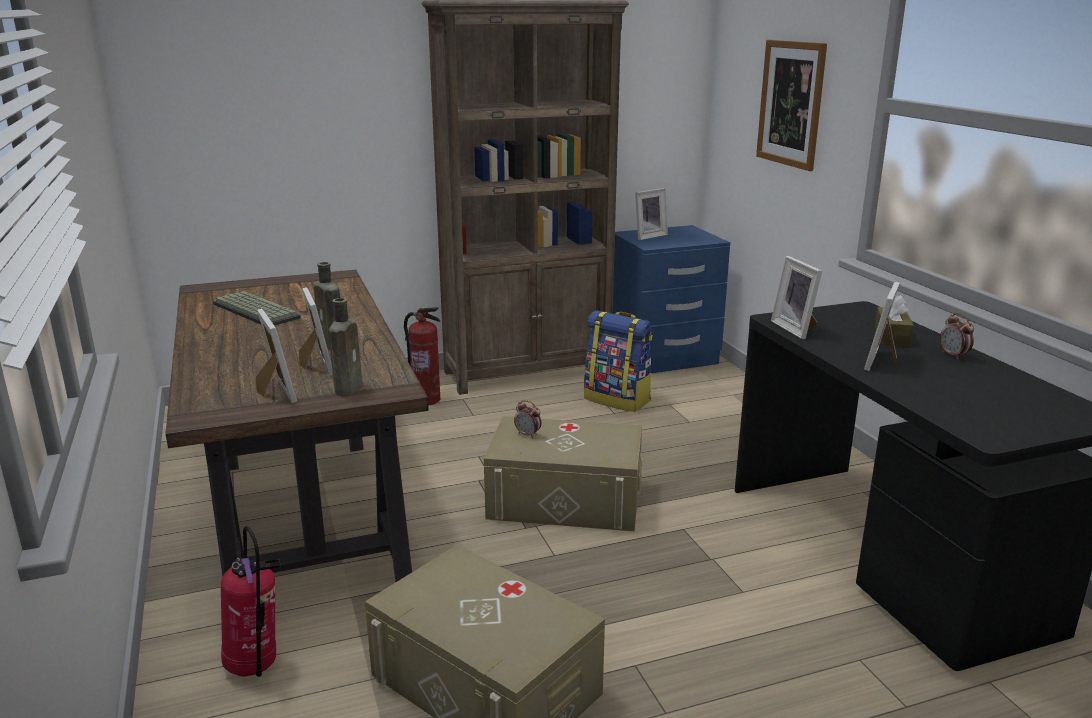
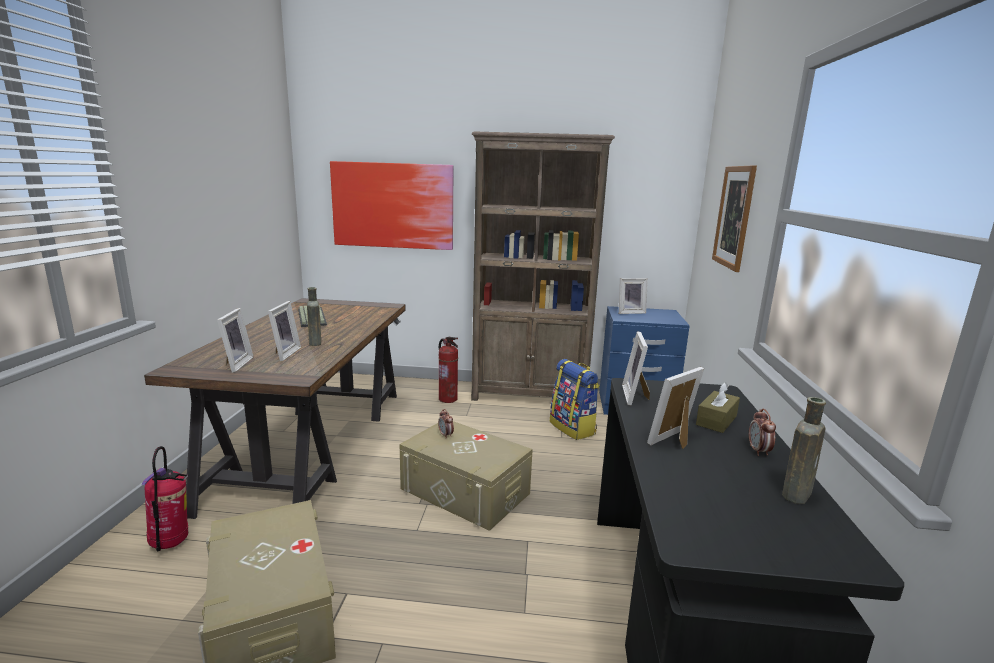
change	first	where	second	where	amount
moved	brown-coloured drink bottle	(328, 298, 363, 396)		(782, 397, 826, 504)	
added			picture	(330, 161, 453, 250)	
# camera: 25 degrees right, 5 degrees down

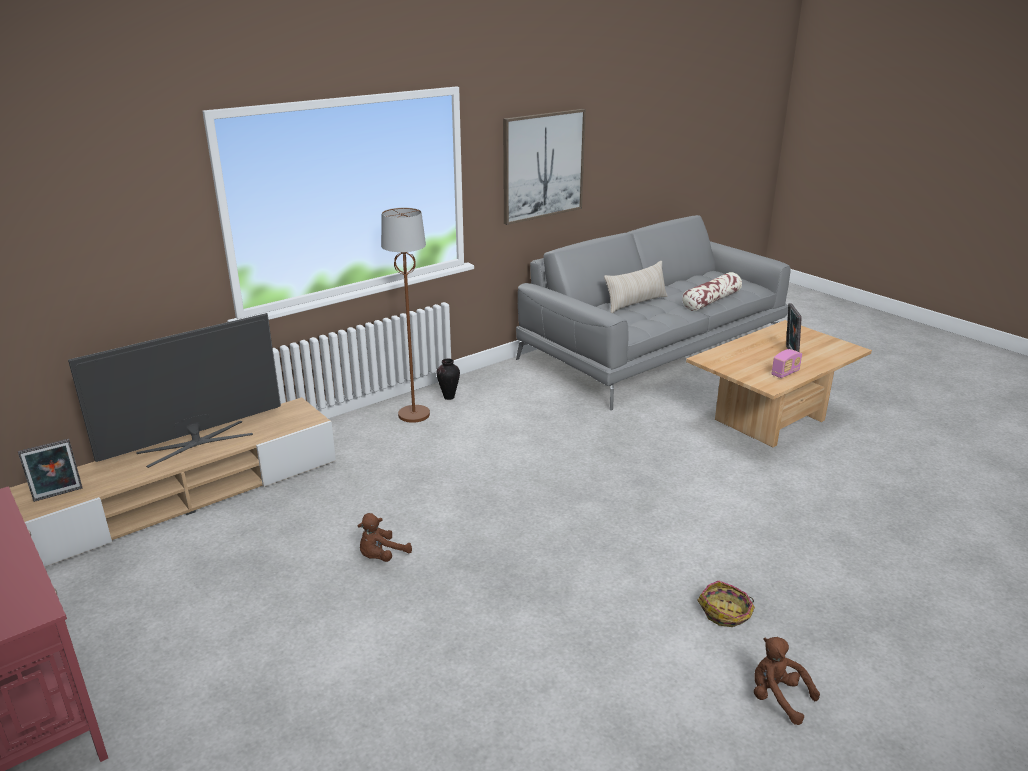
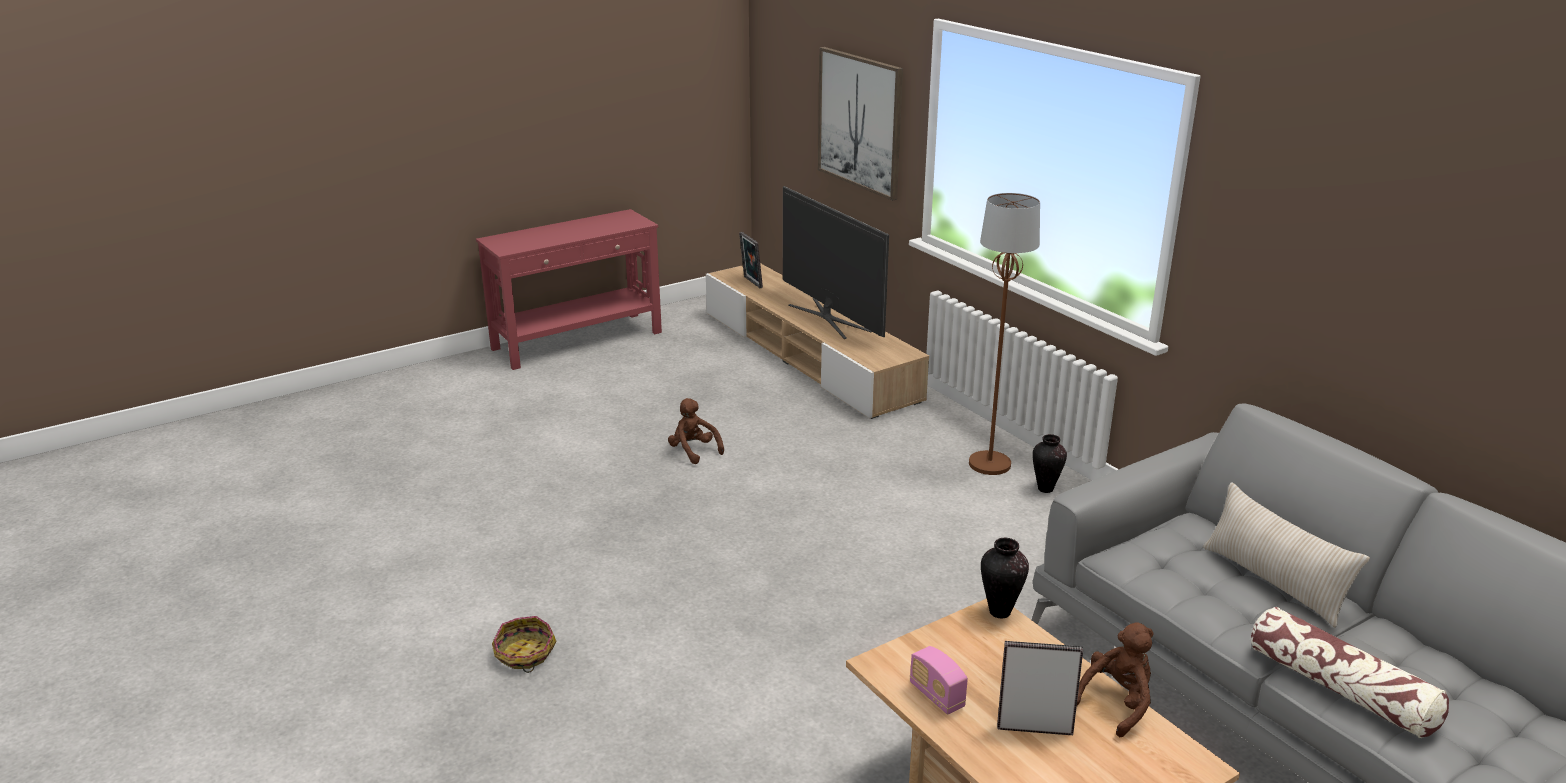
change	first	where	second	where	amount
moved	picture	(503, 109, 586, 225)		(818, 47, 903, 201)	
moved	brown-coloured soft toy	(754, 637, 820, 725)		(1077, 622, 1154, 737)	
added			vase	(981, 538, 1029, 618)	
# camera: 95 degrees right, 0 degrees up

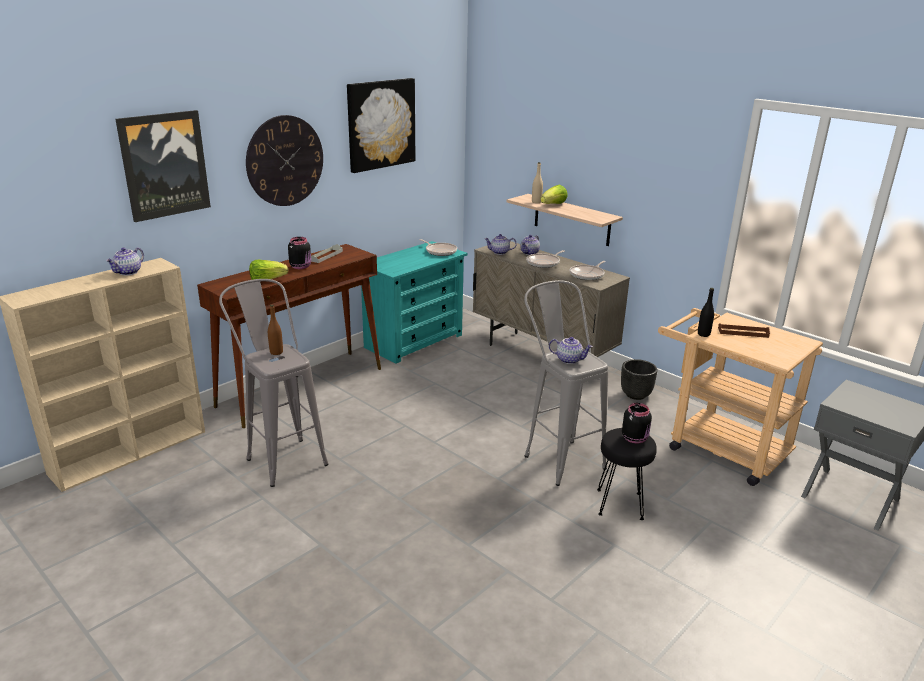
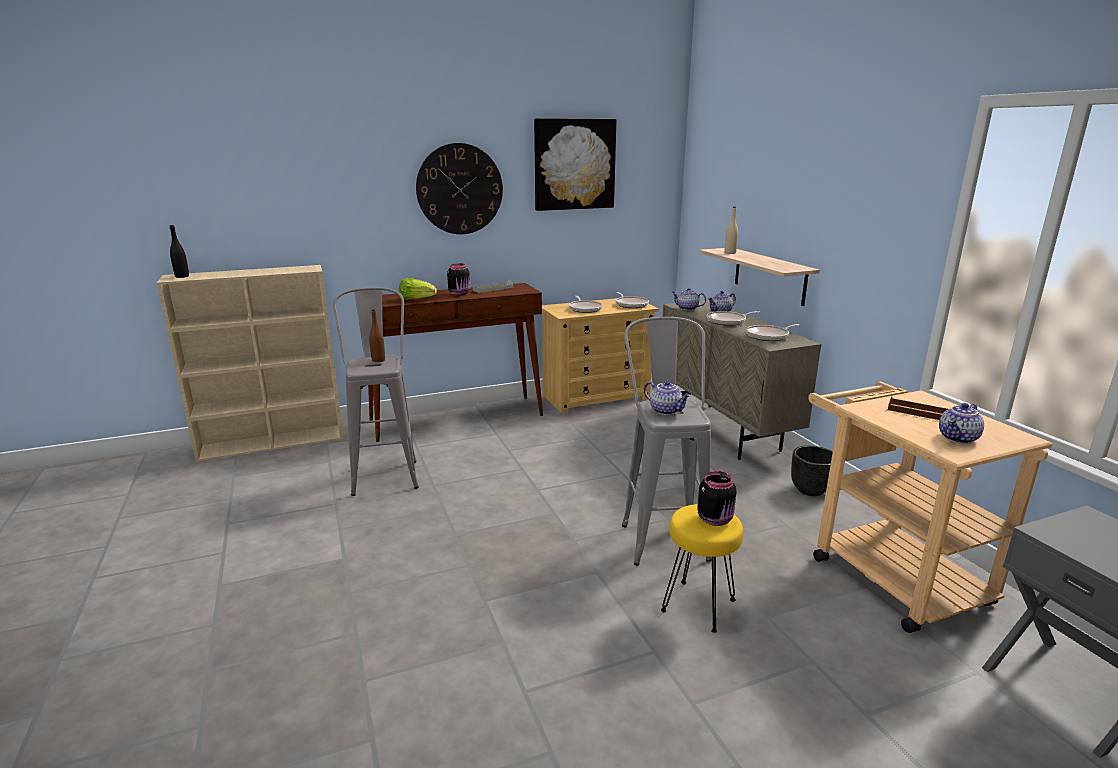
change	first	where	second	where	amount
moved	teapot	(106, 247, 144, 276)		(939, 403, 984, 444)	
removed	picture	(115, 110, 211, 222)			
recoloured	turquoise-coloured chest of drawers	(361, 241, 467, 364)	beige chest of drawers	(542, 298, 659, 413)	
removed	lettuce	(540, 185, 568, 204)			
recoloured	black stool seat	(597, 428, 657, 520)	yellowish stool seat	(661, 504, 743, 633)	
moved	black drink bottle	(698, 288, 714, 337)		(170, 225, 189, 278)	
added			skillet	(568, 296, 603, 313)	
# camera: 25 degrees right, 5 degrees down

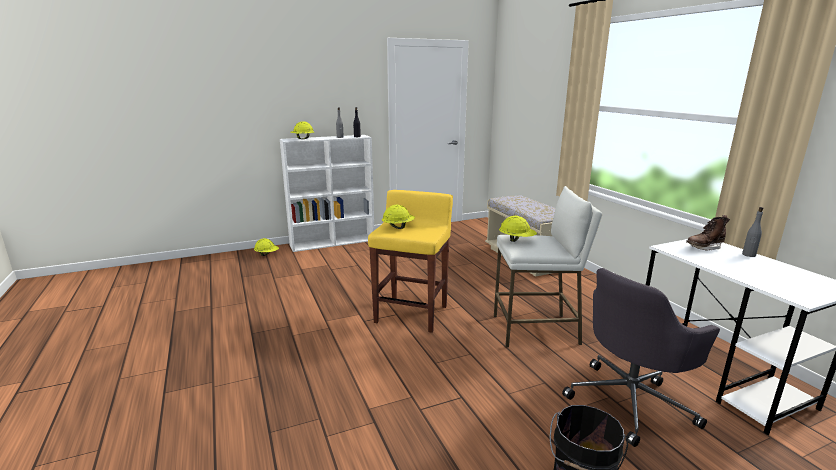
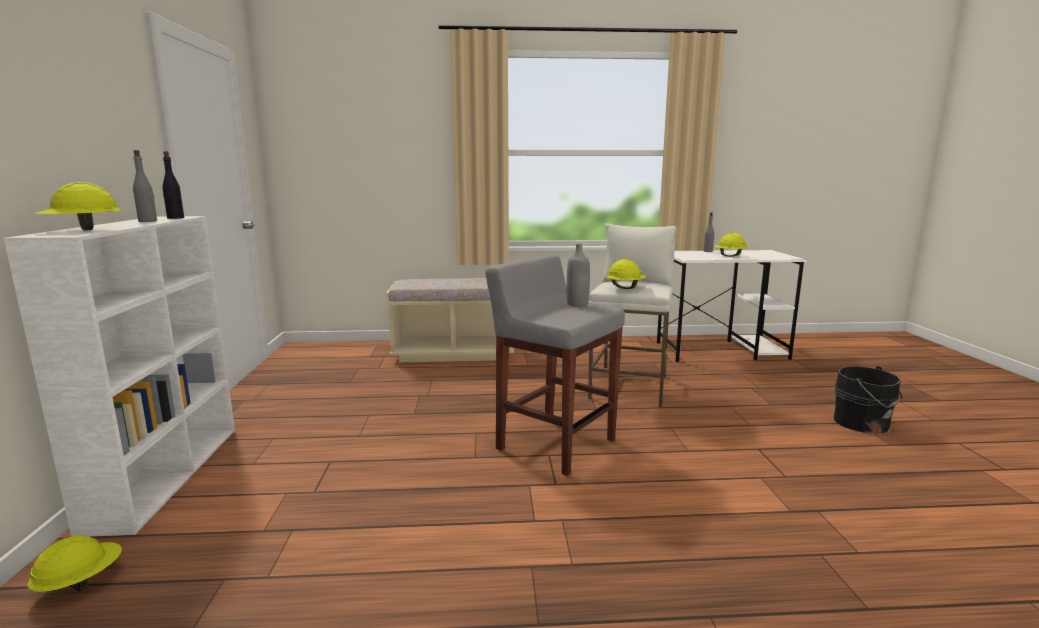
change	first	where	second	where	amount
recoloured	yellowish stool seat	(368, 190, 453, 333)	greyish stool seat	(485, 255, 625, 476)	
moved	yellowish hard hat	(382, 204, 415, 229)		(714, 233, 747, 257)	
removed	greyish computer chair	(562, 268, 720, 447)			
removed	brown-coloured boot	(686, 215, 730, 251)			
added			greyish drink bottle	(567, 244, 590, 307)	
# camera: 70 degrees left, 5 degrees down

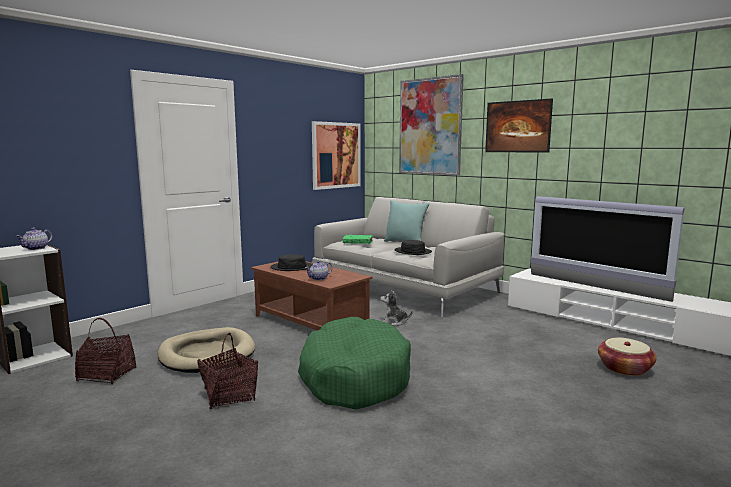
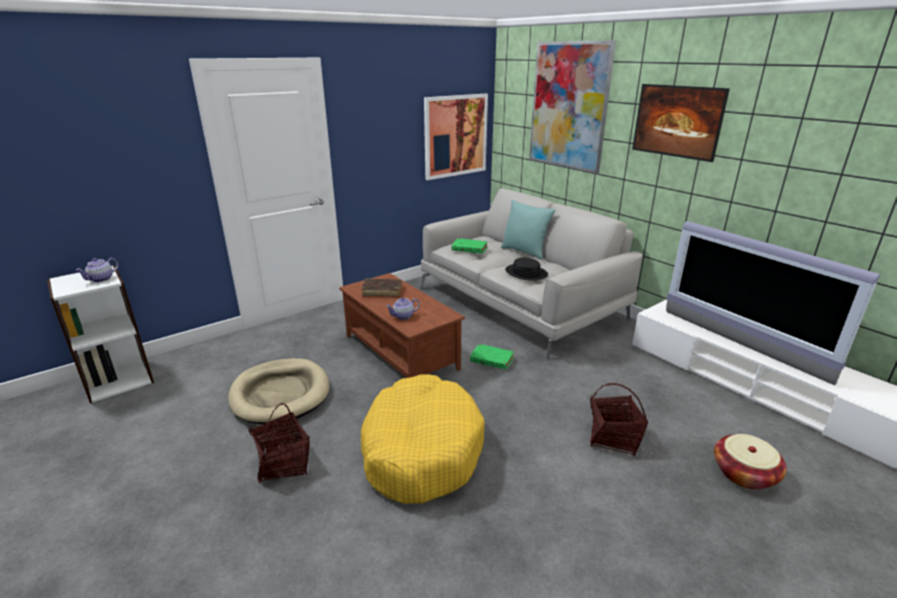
change	first	where	second	where	amount
moved	household basket	(75, 318, 136, 384)		(590, 383, 648, 456)	
replaced	black wearable hat	(270, 254, 313, 271)	brown-coloured book	(361, 279, 402, 297)	
recoloured	green dog cushion	(298, 317, 411, 409)	yellowish dog cushion	(361, 374, 485, 504)	
replaced	soft toy	(380, 290, 412, 326)	green book	(470, 344, 514, 369)	
# camera: 10 degrees right, 15 degrees up

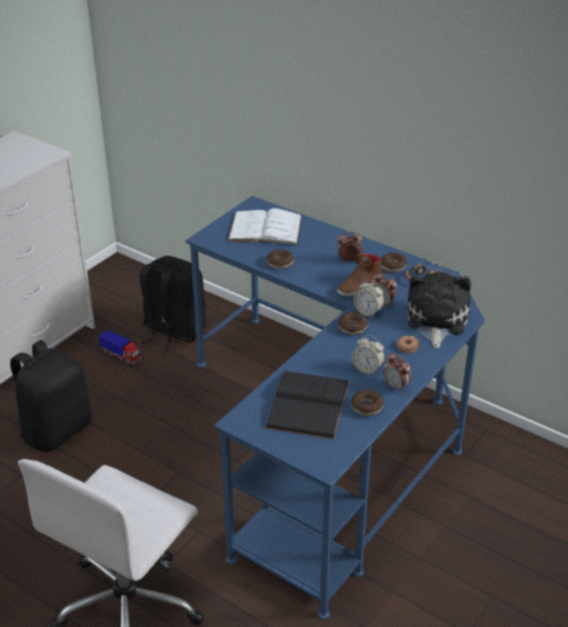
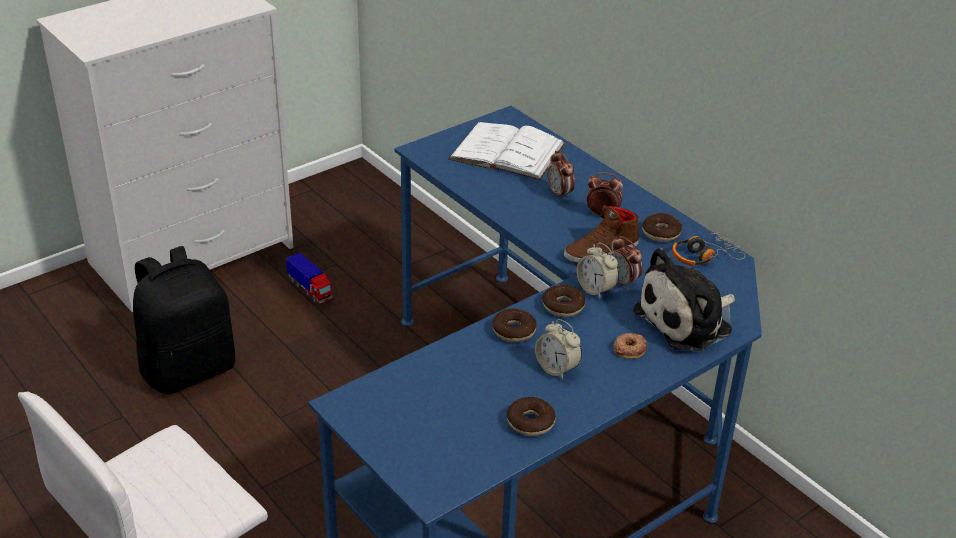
change	first	where	second	where	amount
removed	black backpack	(140, 256, 206, 353)			
removed	black book	(265, 371, 350, 439)			
moved	ring doughnut	(267, 249, 294, 269)		(492, 308, 536, 342)	
moved	table clock	(383, 353, 411, 392)		(547, 150, 575, 200)	
turned	soft toy	(407, 272, 471, 349)		(633, 248, 735, 352)	150 degrees counterclockwise
# camera: 15 degrees right, 0 degrees up

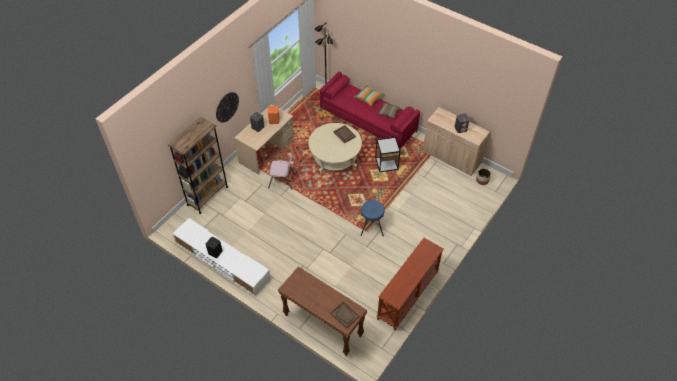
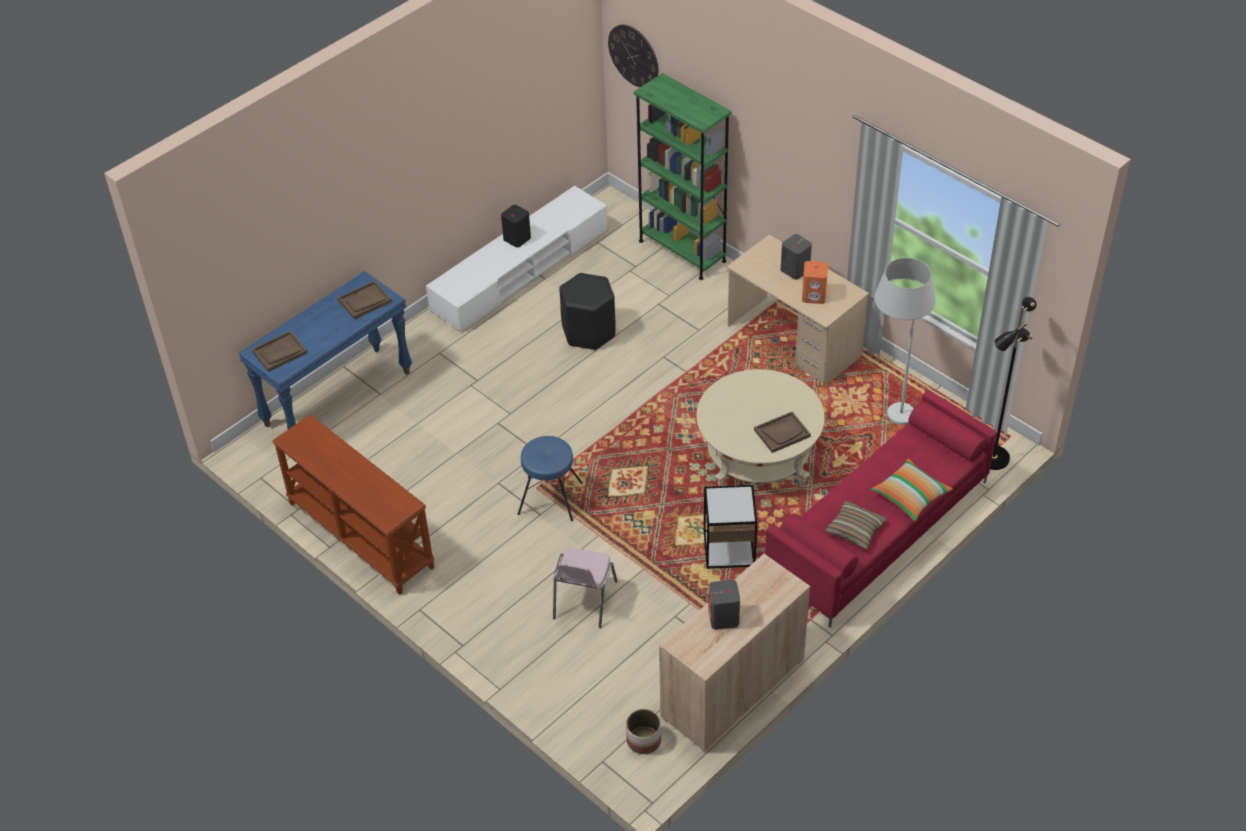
change	first	where	second	where	amount
recoloured	brown-coloured shelving unit	(168, 117, 228, 214)	green shelving unit	(634, 73, 732, 280)	
moved	wall clock	(216, 92, 239, 123)		(608, 25, 658, 87)	
moved	pink plain chair	(268, 154, 295, 189)		(553, 548, 618, 628)	
recoloured	brown-coloured hall table	(278, 267, 367, 356)	blue-coloured hall table	(239, 271, 412, 429)	
added			brown-coloured carrying tray	(338, 281, 392, 320)	
added			black stool seat	(559, 273, 616, 350)	
added			white standard lamp	(874, 258, 936, 425)	
# camera: 100 degrees right, 5 degrees down

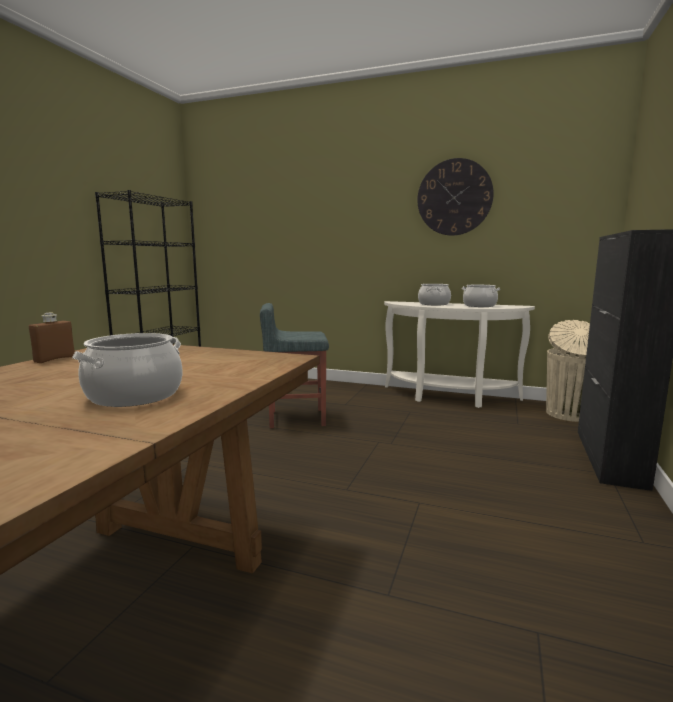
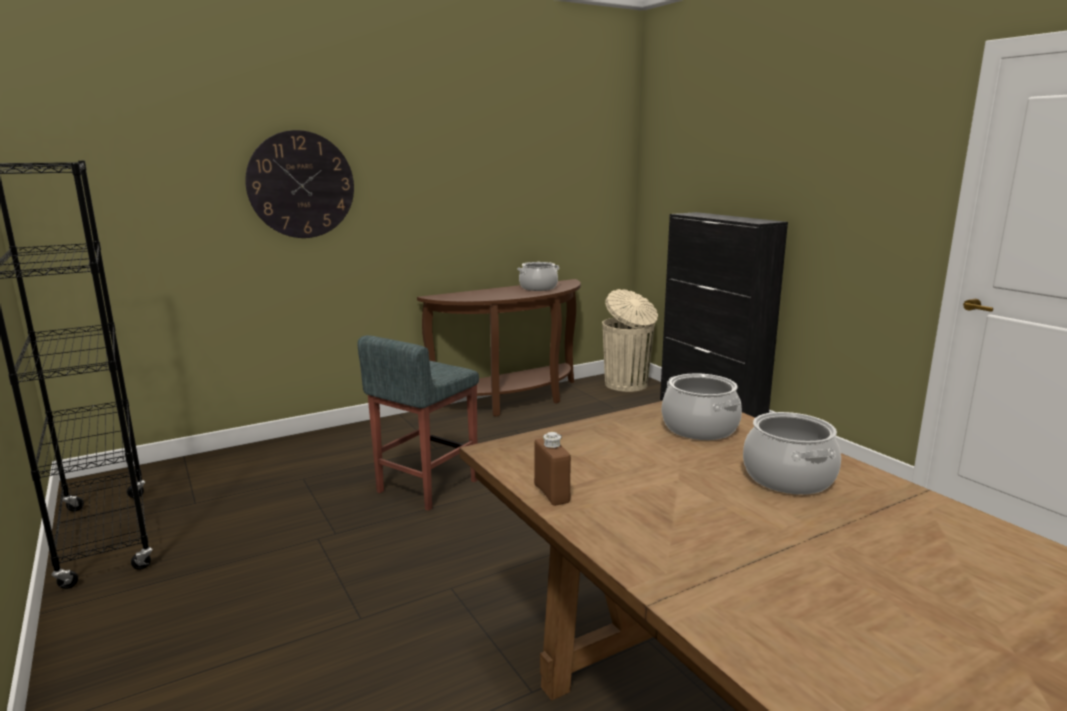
change	first	where	second	where	amount
recoloured	white hall table	(384, 301, 535, 408)	brown-coloured hall table	(417, 279, 581, 417)	
moved	wall clock	(417, 158, 494, 236)		(245, 130, 354, 238)	
moved	saucepot	(418, 284, 451, 305)		(662, 373, 742, 440)	
# camera: 50 degrees left, 5 degrees up

